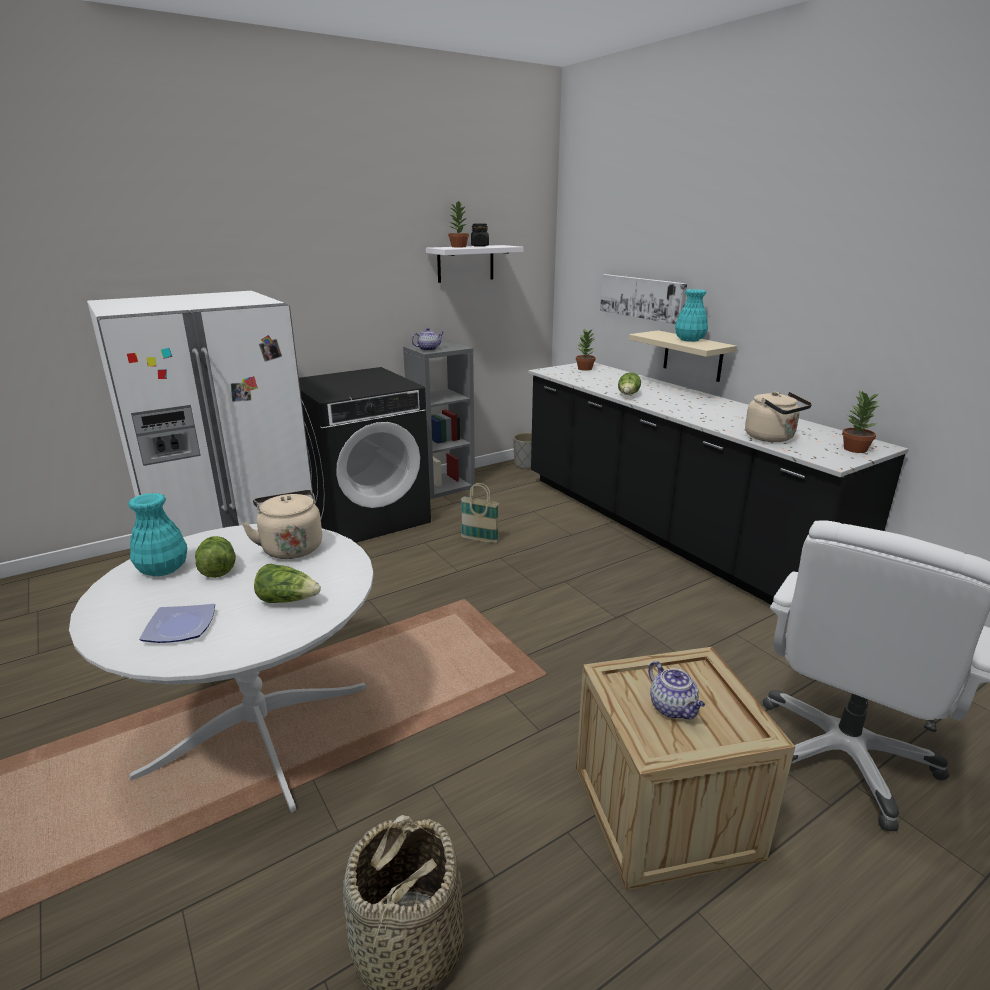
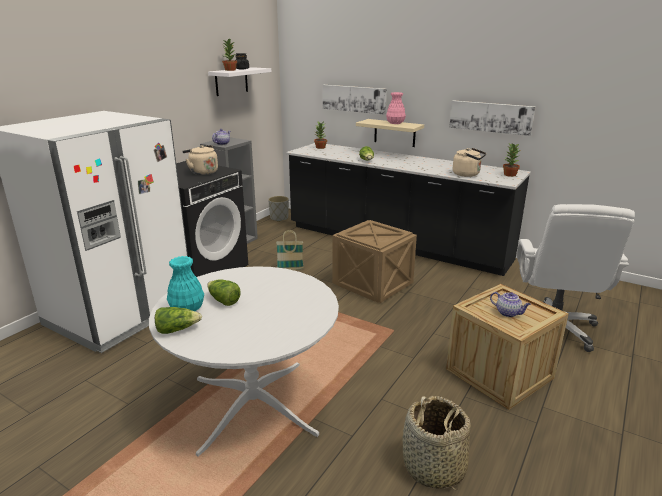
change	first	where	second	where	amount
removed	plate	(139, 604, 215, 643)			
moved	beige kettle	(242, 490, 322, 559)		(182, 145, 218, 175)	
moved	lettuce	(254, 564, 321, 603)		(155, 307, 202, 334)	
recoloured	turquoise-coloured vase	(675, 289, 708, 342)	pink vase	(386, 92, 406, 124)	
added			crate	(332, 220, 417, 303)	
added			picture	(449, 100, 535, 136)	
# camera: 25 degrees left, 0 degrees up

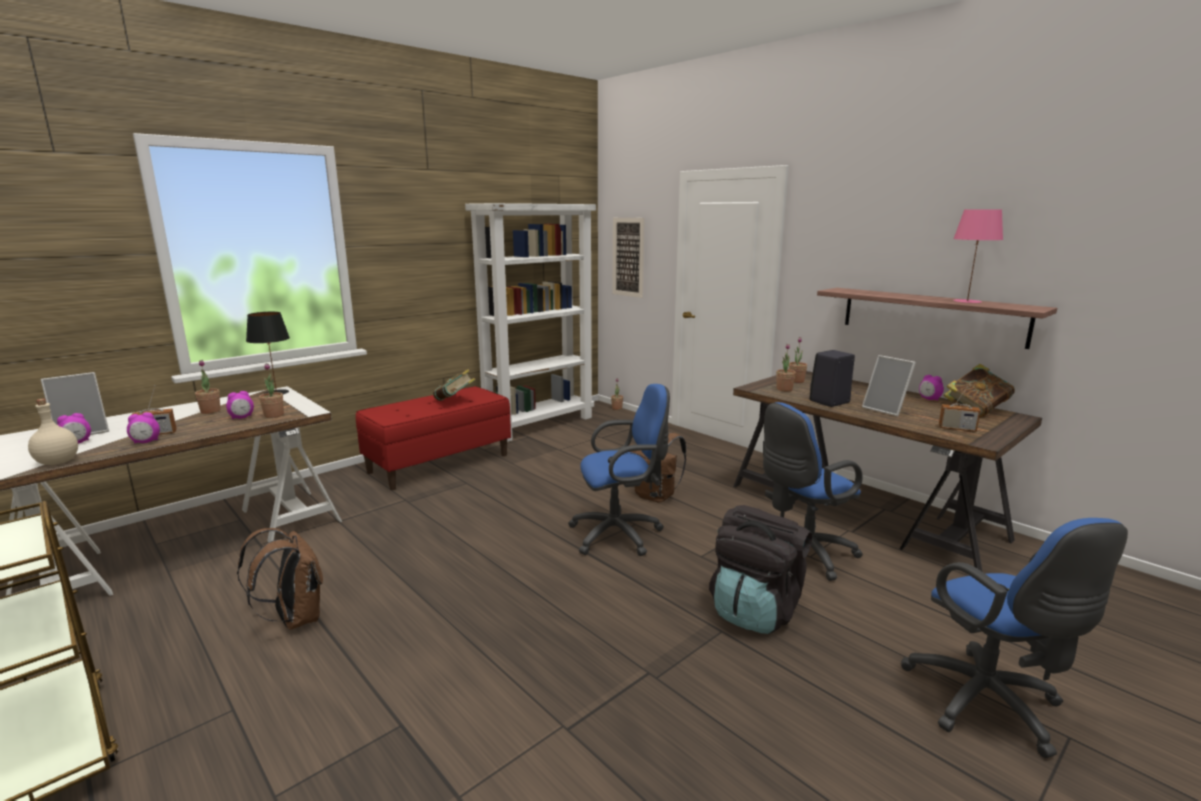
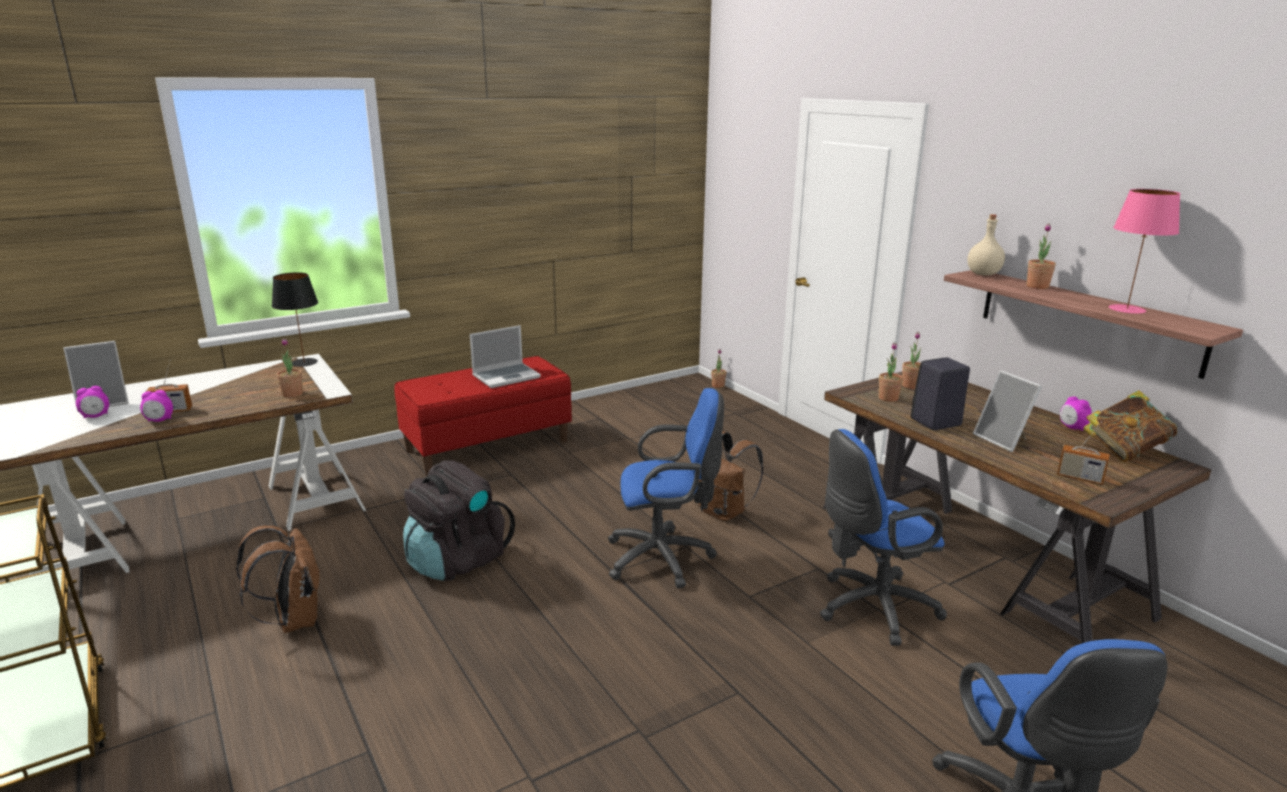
change	first	where	second	where	amount
moved	beige drink bottle	(28, 399, 78, 465)		(967, 214, 1005, 276)	
moved	potted plant	(195, 360, 221, 414)		(1027, 223, 1056, 289)	
removed	table clock	(226, 391, 254, 419)			
replaced	book	(433, 369, 476, 401)	laptop	(470, 325, 541, 388)	
removed	white shelving unit	(465, 203, 596, 442)			
removed	picture	(613, 218, 645, 298)			
moved	black backpack	(709, 505, 812, 634)		(403, 461, 515, 581)	
# camera: 10 degrees right, 5 degrees up

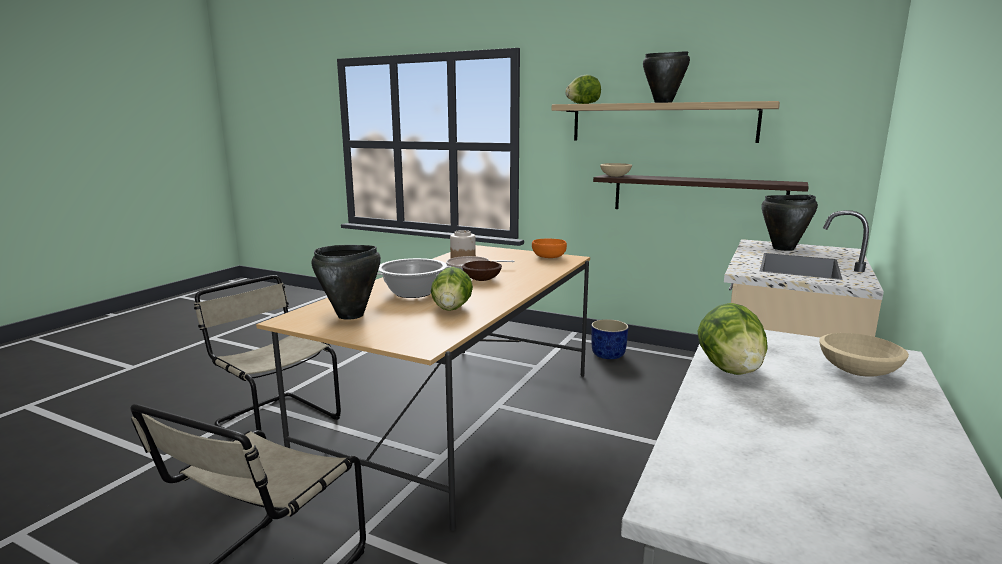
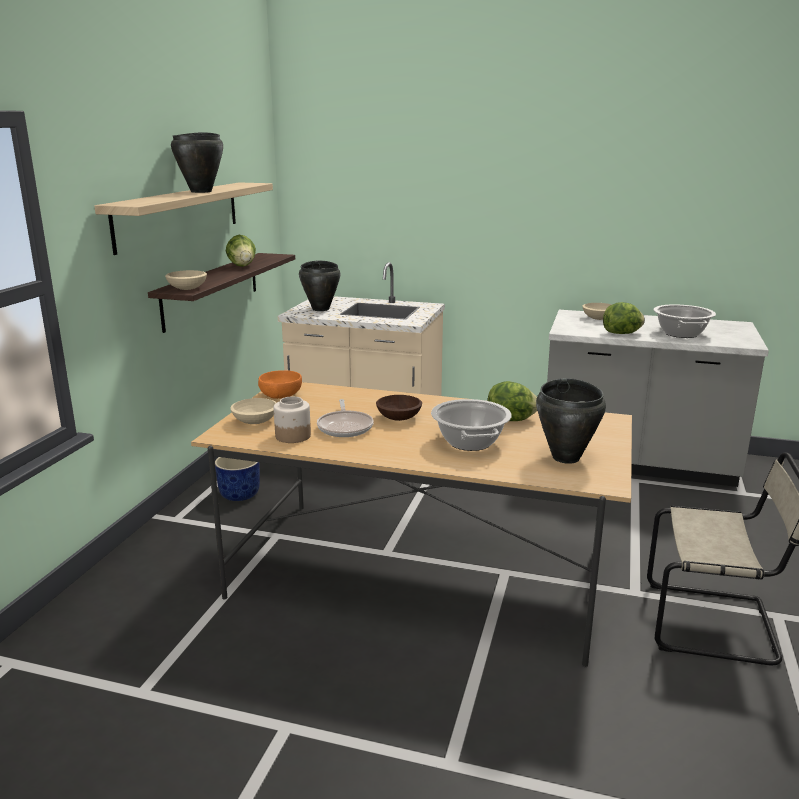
change	first	where	second	where	amount
removed	beige plain chair	(194, 275, 341, 431)			
moved	lettuce	(565, 75, 601, 104)		(226, 235, 256, 267)	
added			beige bowl	(231, 398, 277, 424)	
added			saucepot	(654, 304, 716, 338)	
# camera: 100 degrees left, 5 degrees up

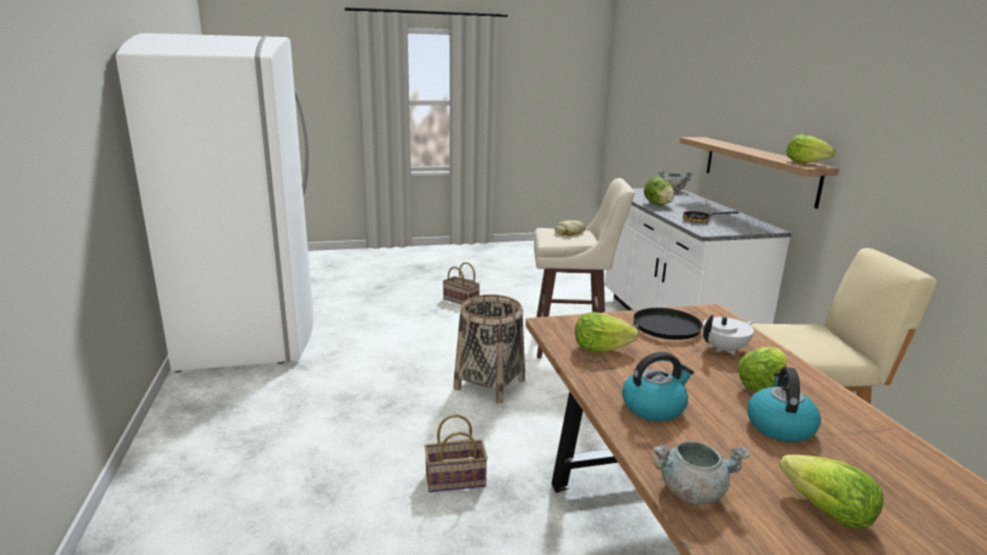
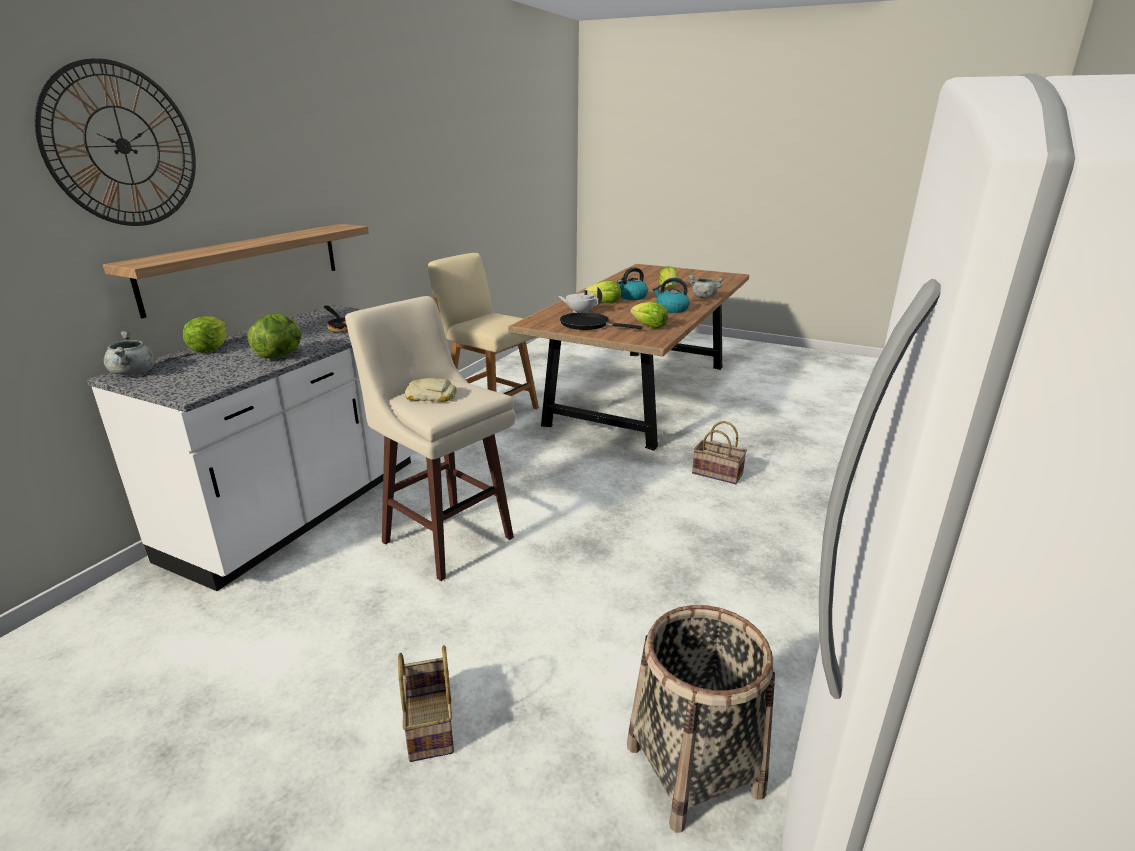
change	first	where	second	where	amount
moved	household basket	(454, 295, 525, 403)		(627, 605, 775, 833)	
moved	lettuce	(786, 134, 835, 163)		(183, 316, 226, 353)	
added			wall clock	(35, 58, 196, 226)	
# camera: 140 degrees left, 5 degrees up

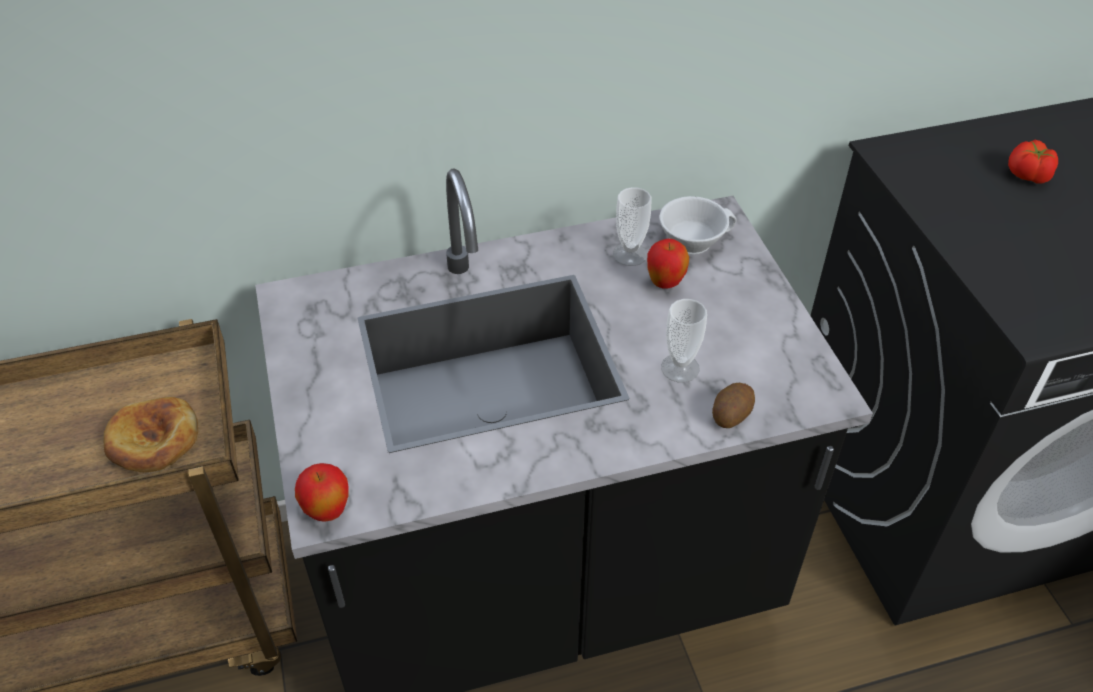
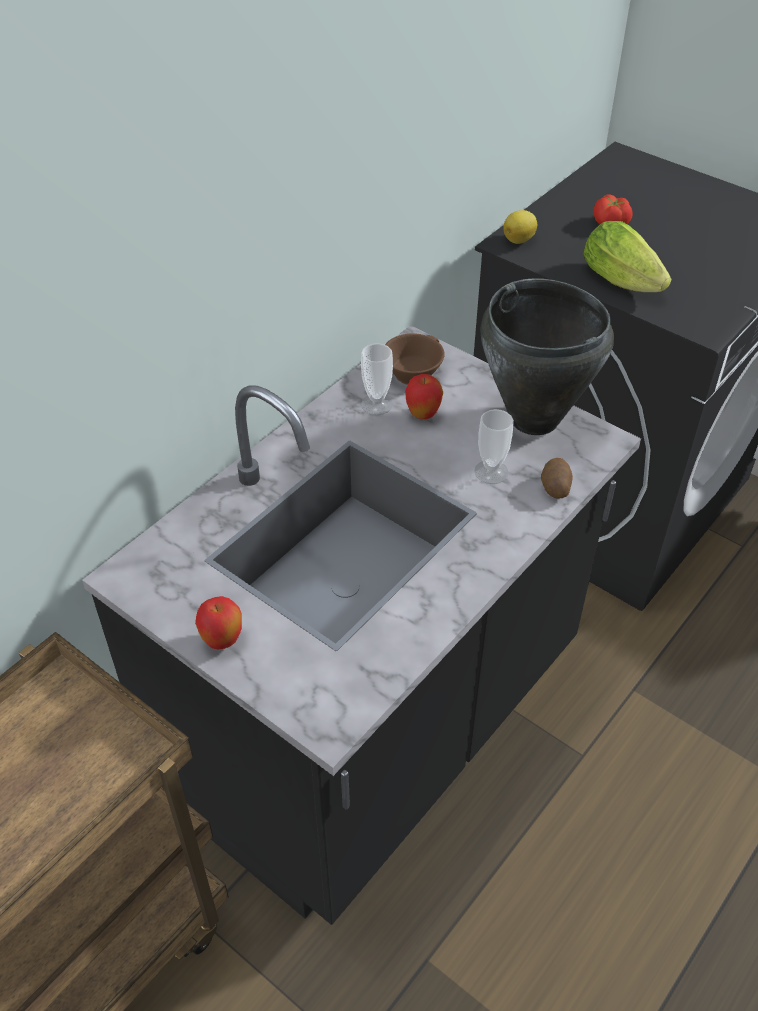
change	first	where	second	where	amount
removed	baked bread	(103, 397, 198, 472)			
moved	apple	(295, 463, 349, 522)		(195, 596, 242, 649)	
recoloured	white drinking cup	(659, 196, 737, 255)	brown-coloured drinking cup	(385, 334, 445, 385)	
added			black saucepot	(480, 278, 614, 435)	
added			citrus fruit	(504, 210, 537, 244)	
added			lettuce	(584, 221, 672, 292)	
# camera: 35 degrees left, 0 degrees up

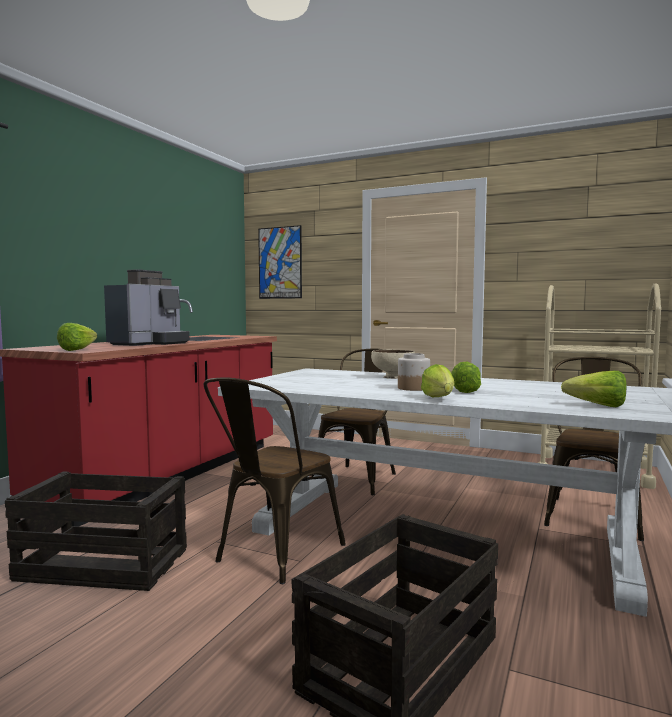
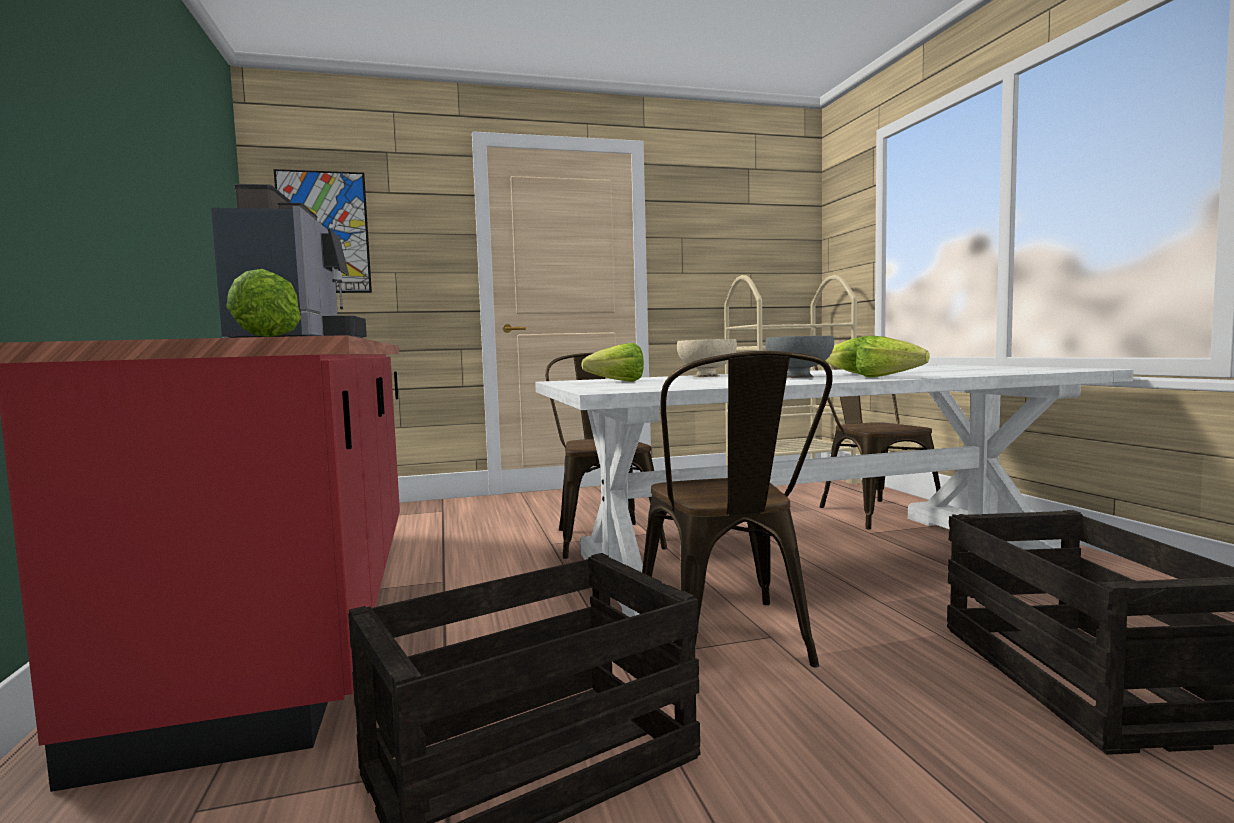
change	first	where	second	where	amount
replaced	jar	(398, 353, 430, 391)	greyish bowl	(765, 336, 834, 378)	
moved	lettuce	(561, 371, 627, 407)		(581, 343, 644, 382)	
# camera: 40 degrees left, 0 degrees up

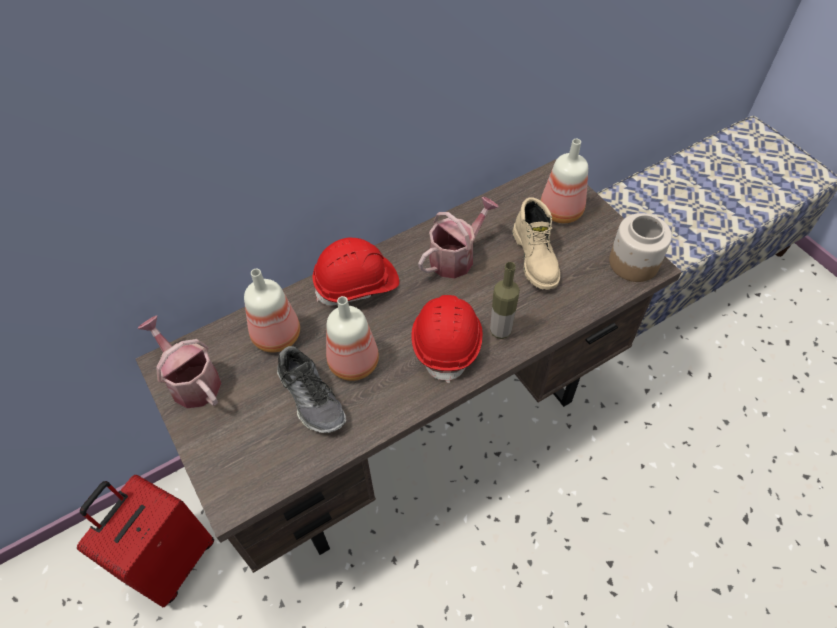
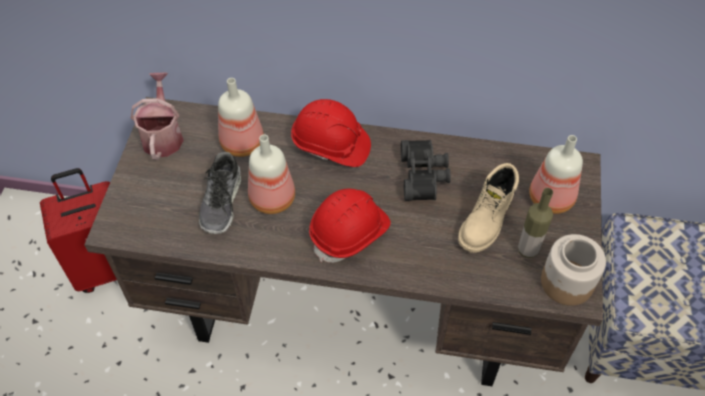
change	first	where	second	where	amount
replaced	sprinkling can	(418, 197, 499, 279)	black pair of binoculars	(401, 140, 451, 201)	
moved	drink bottle	(490, 262, 520, 339)		(518, 188, 553, 258)	
# camera: 40 degrees right, 0 degrees up

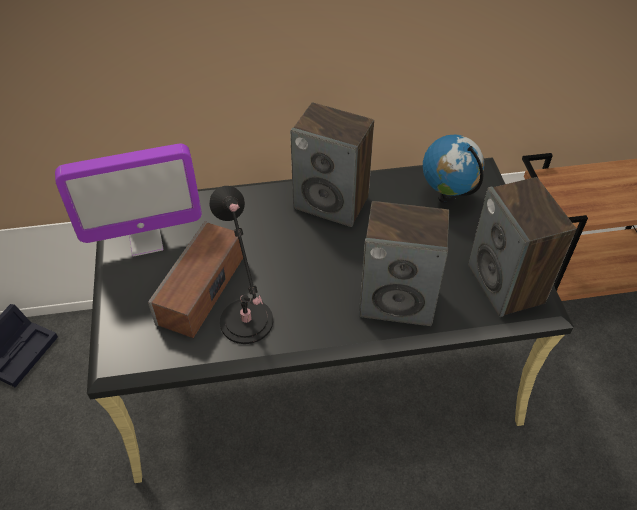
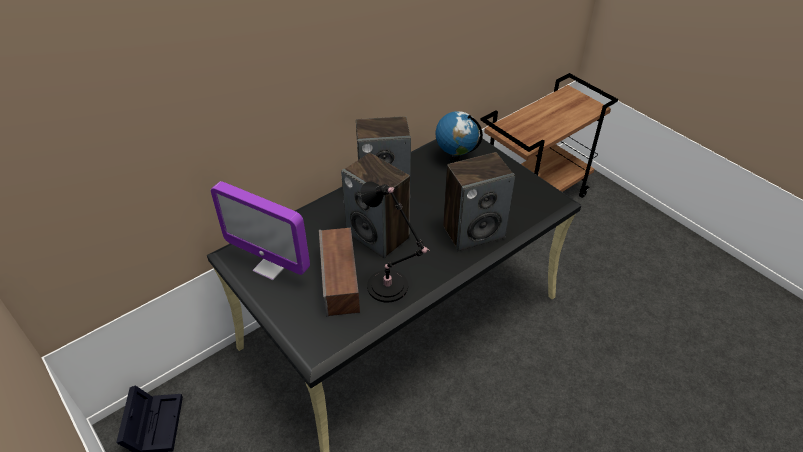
change	first	where	second	where	amount
turned	computer display	(55, 144, 202, 257)		(211, 181, 310, 280)	75 degrees clockwise
moved	speaker	(468, 177, 576, 317)		(341, 153, 410, 258)	
# camera: 30 degrees left, 5 degrees down

